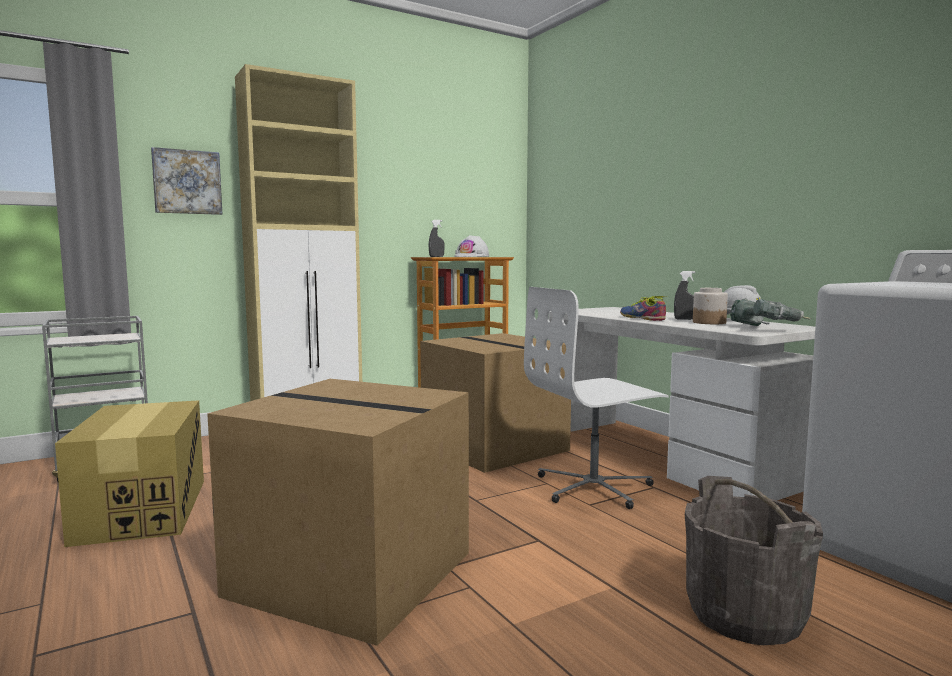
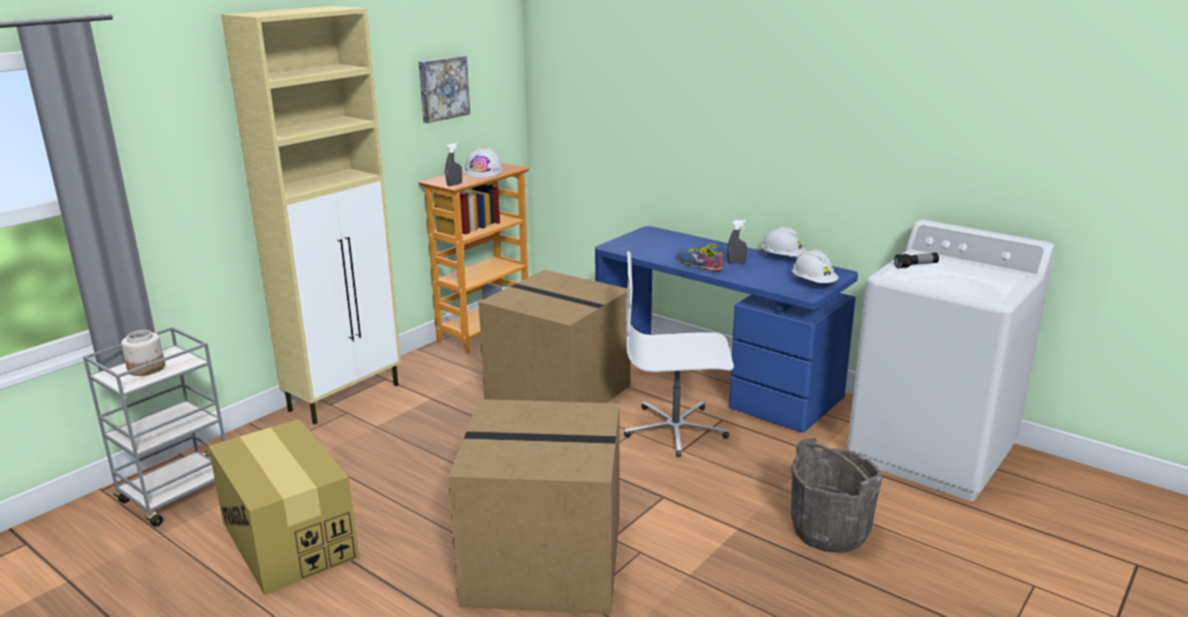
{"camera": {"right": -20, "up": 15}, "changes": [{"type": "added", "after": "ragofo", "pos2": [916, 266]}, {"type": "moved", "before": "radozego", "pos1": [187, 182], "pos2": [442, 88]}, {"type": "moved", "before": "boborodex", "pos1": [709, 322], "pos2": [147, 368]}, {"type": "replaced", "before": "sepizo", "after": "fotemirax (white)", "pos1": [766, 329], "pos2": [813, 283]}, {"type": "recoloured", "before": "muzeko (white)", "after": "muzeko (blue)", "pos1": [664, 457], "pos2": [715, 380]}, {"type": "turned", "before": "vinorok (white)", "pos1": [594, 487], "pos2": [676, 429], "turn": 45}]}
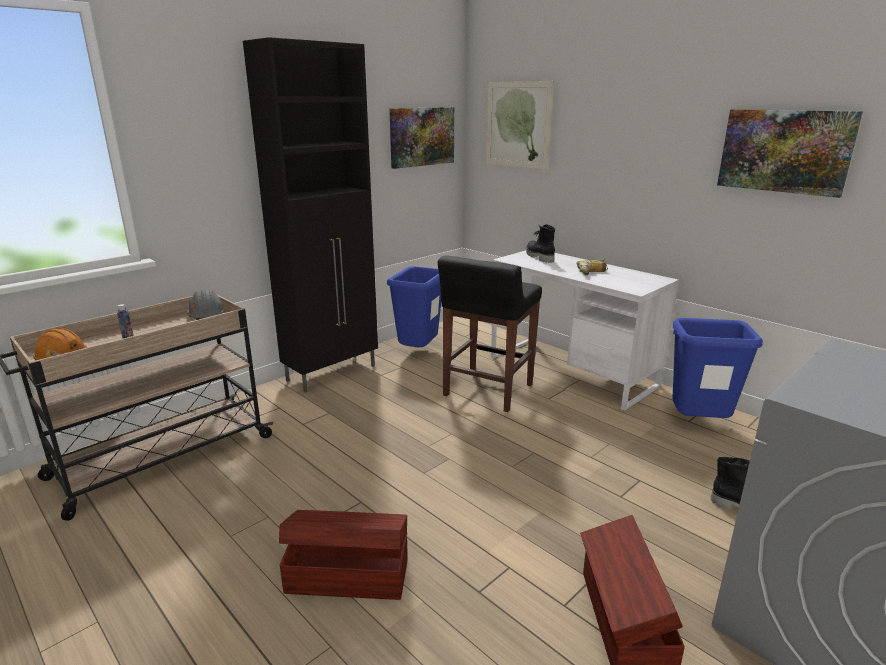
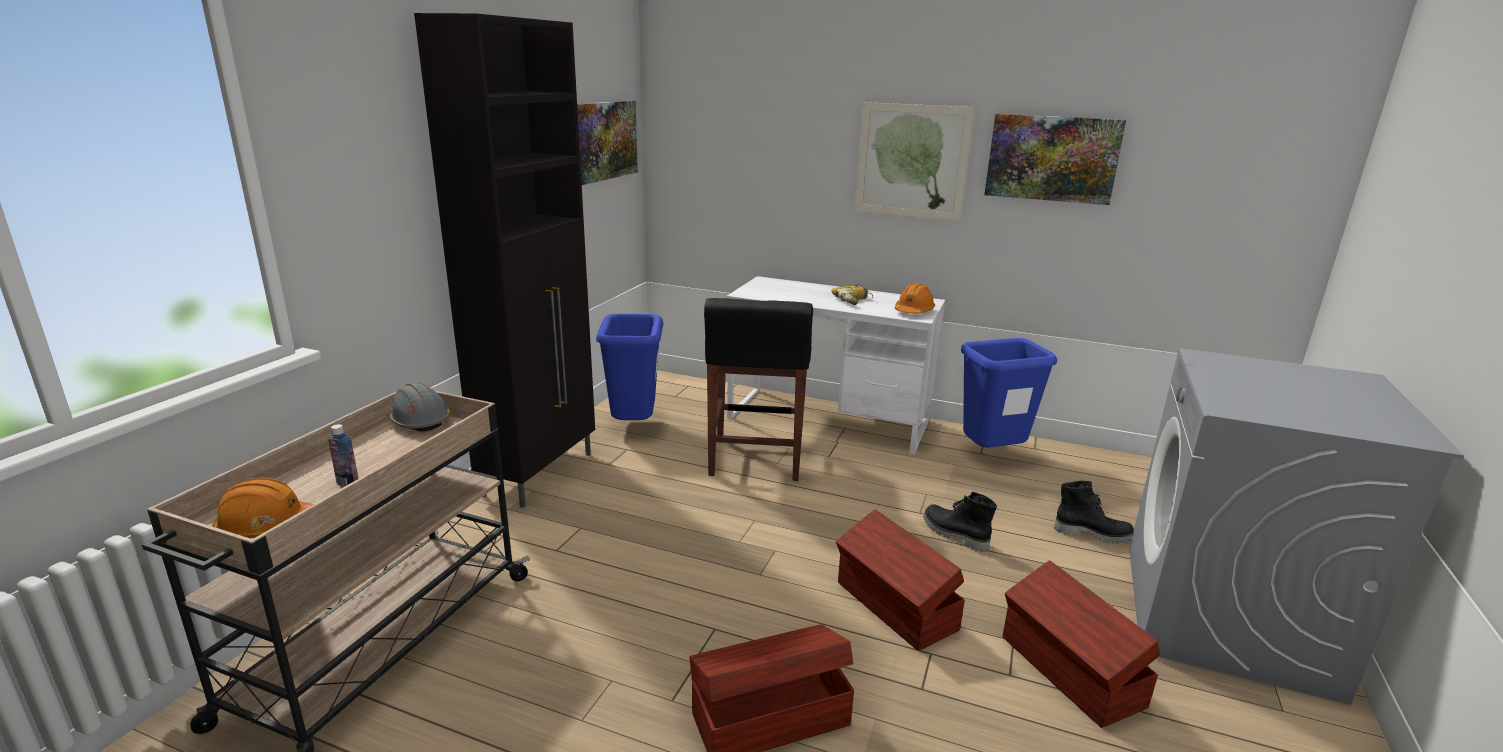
{"camera": {"right": -25, "up": 0}, "changes": [{"type": "added", "after": "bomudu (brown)", "pos2": [895, 607]}, {"type": "added", "after": "fotemirax (orange)", "pos2": [913, 311]}, {"type": "moved", "before": "radozego", "pos1": [518, 125], "pos2": [912, 161]}, {"type": "moved", "before": "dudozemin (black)", "pos1": [538, 257], "pos2": [954, 535]}]}
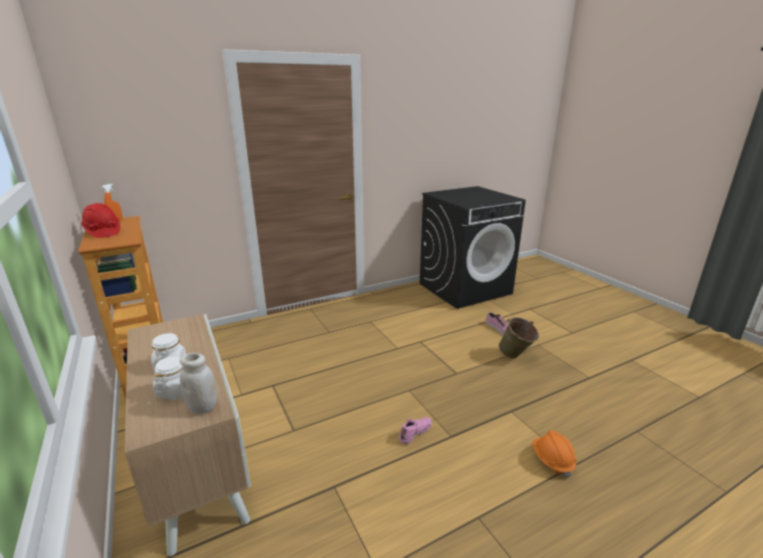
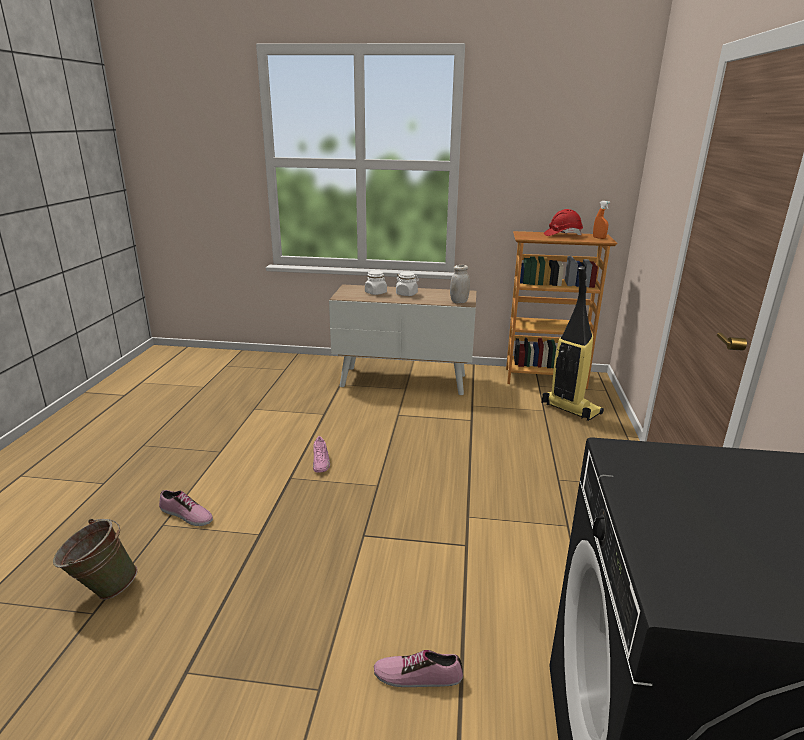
{"camera": {"right": 125, "up": 0}, "changes": [{"type": "added", "after": "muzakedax", "pos2": [570, 409]}, {"type": "moved", "before": "boborodex (white)", "pos1": [203, 407], "pos2": [459, 302]}, {"type": "moved", "before": "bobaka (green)", "pos1": [516, 356], "pos2": [102, 589]}, {"type": "replaced", "before": "fotemirax (orange)", "after": "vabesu", "pos1": [552, 460], "pos2": [186, 515]}]}
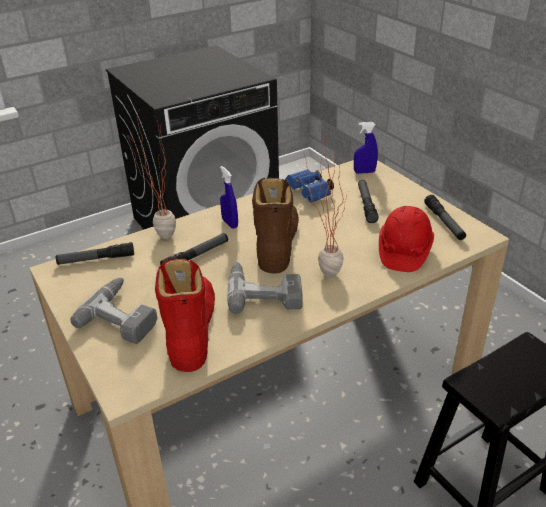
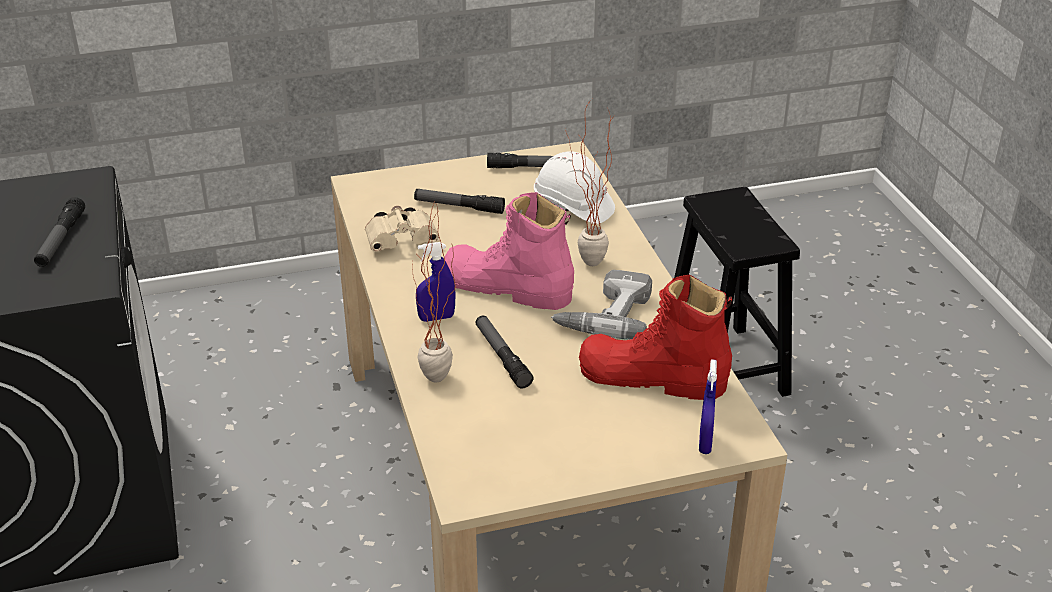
{"camera": {"right": -75, "up": 0}, "changes": [{"type": "removed", "before": "sepizo", "pos1": [124, 315]}, {"type": "moved", "before": "ragofo", "pos1": [96, 259], "pos2": [61, 239]}, {"type": "moved", "before": "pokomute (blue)", "pos1": [364, 172], "pos2": [705, 443]}, {"type": "recoloured", "before": "dudozemin (brown)", "after": "dudozemin (pink)", "pos1": [277, 243], "pos2": [507, 287]}, {"type": "recoloured", "before": "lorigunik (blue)", "after": "lorigunik (beige)", "pos1": [310, 194], "pos2": [403, 241]}, {"type": "recoloured", "before": "fotemirax (red)", "after": "fotemirax (white)", "pos1": [403, 251], "pos2": [573, 206]}]}
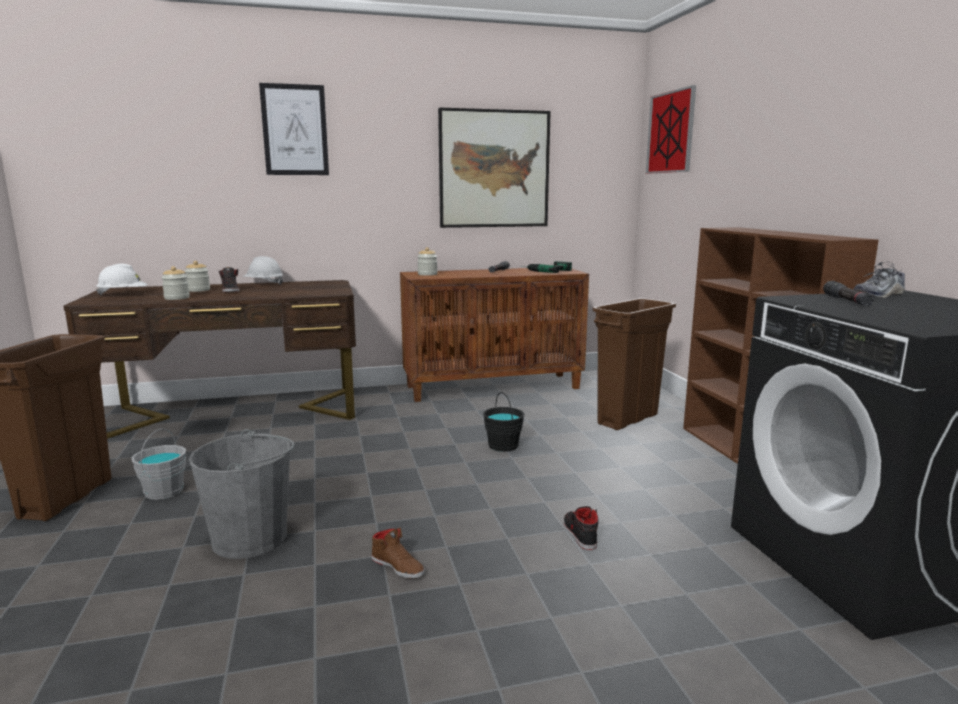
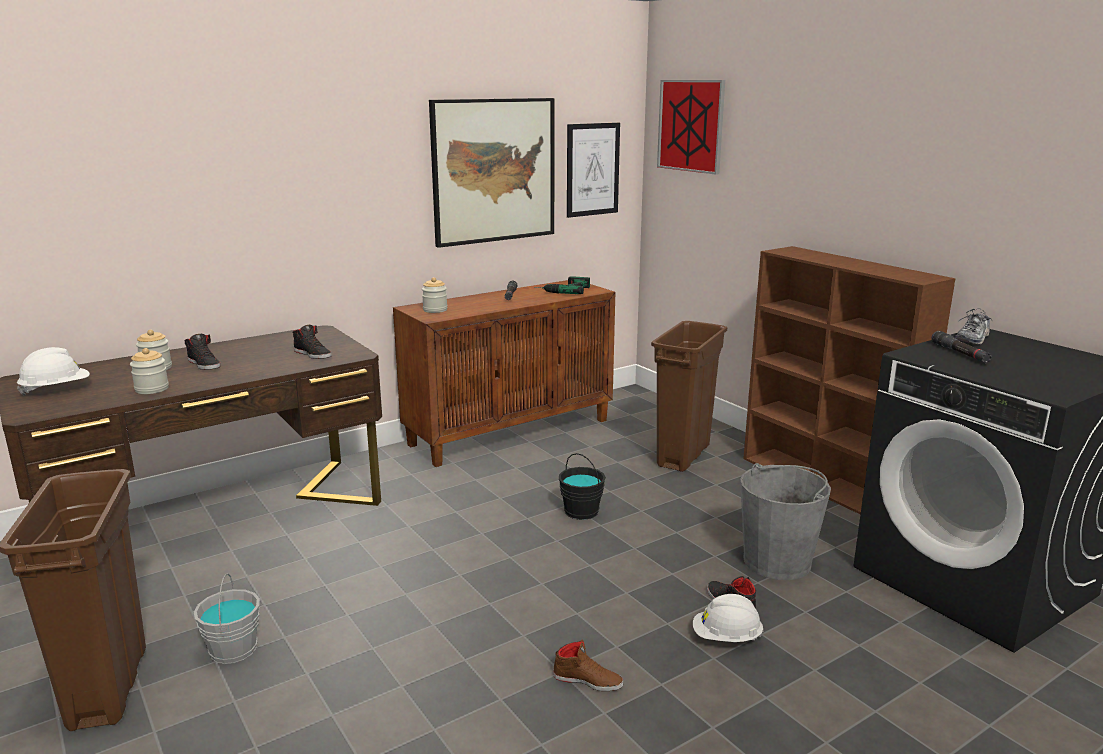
{"camera": {"right": -20, "up": 5}, "changes": [{"type": "added", "after": "vabesu (black)", "pos2": [313, 354]}, {"type": "moved", "before": "bobaka (grey)", "pos1": [250, 538], "pos2": [777, 561]}, {"type": "moved", "before": "fotemirax (white)", "pos1": [264, 284], "pos2": [726, 638]}, {"type": "moved", "before": "radozego", "pos1": [295, 130], "pos2": [592, 169]}]}
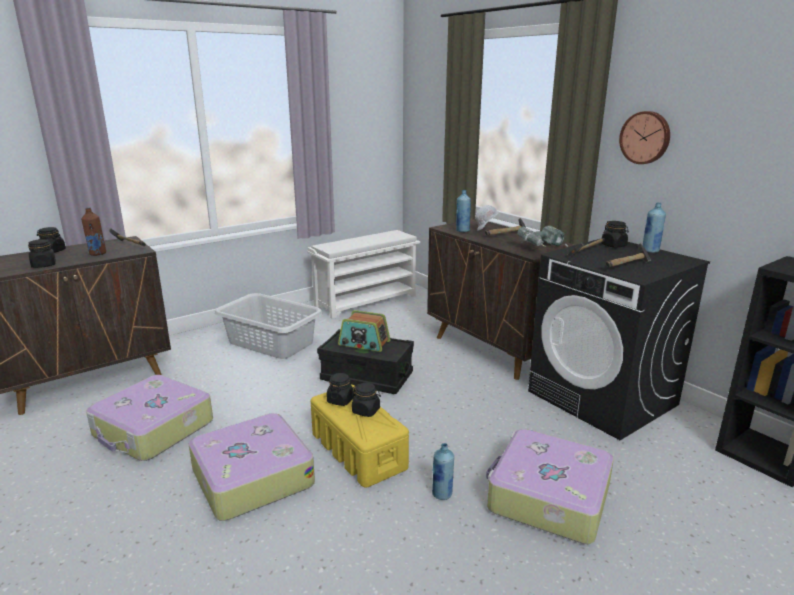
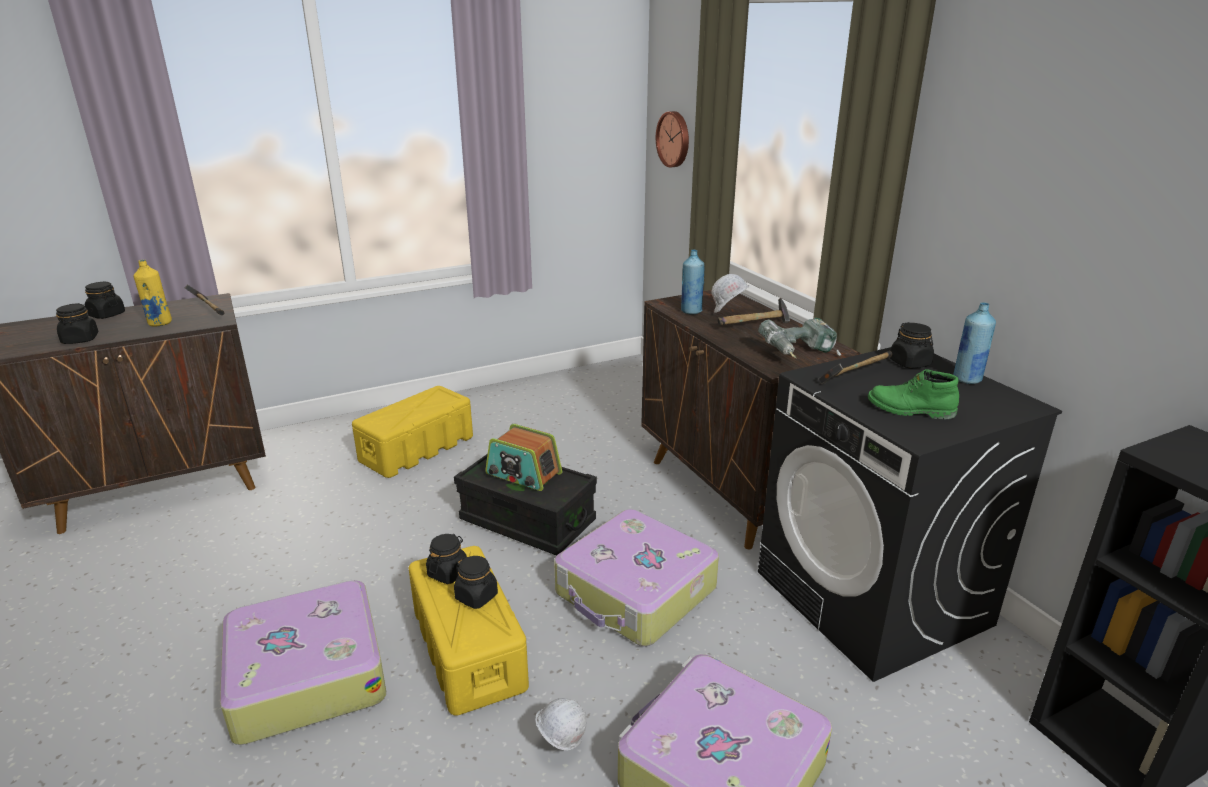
{"camera": {"right": 10, "up": 5}, "changes": [{"type": "removed", "before": "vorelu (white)", "pos1": [366, 301]}, {"type": "moved", "before": "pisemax", "pos1": [153, 429], "pos2": [635, 592]}, {"type": "moved", "before": "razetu", "pos1": [645, 137], "pos2": [674, 139]}, {"type": "replaced", "before": "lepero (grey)", "after": "bomudu (yellow)", "pos1": [271, 342], "pos2": [417, 448]}, {"type": "replaced", "before": "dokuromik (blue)", "after": "fotemirax (white)", "pos1": [442, 494], "pos2": [561, 744]}, {"type": "replaced", "before": "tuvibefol", "after": "dudozemin (green)", "pos1": [627, 266], "pos2": [910, 410]}, {"type": "recoloured", "before": "dokuromik (brown)", "after": "dokuromik (yellow)", "pos1": [97, 254], "pos2": [159, 323]}]}
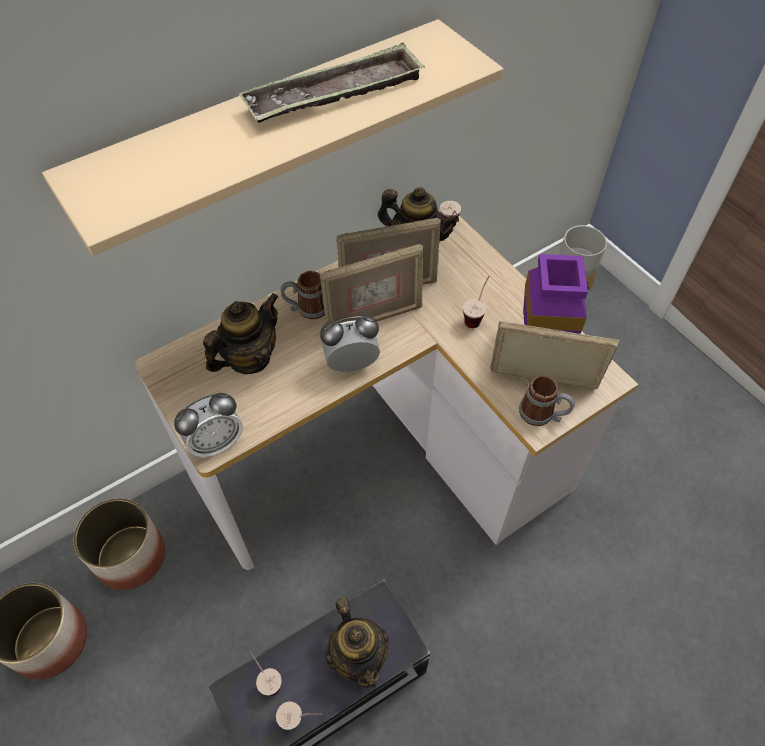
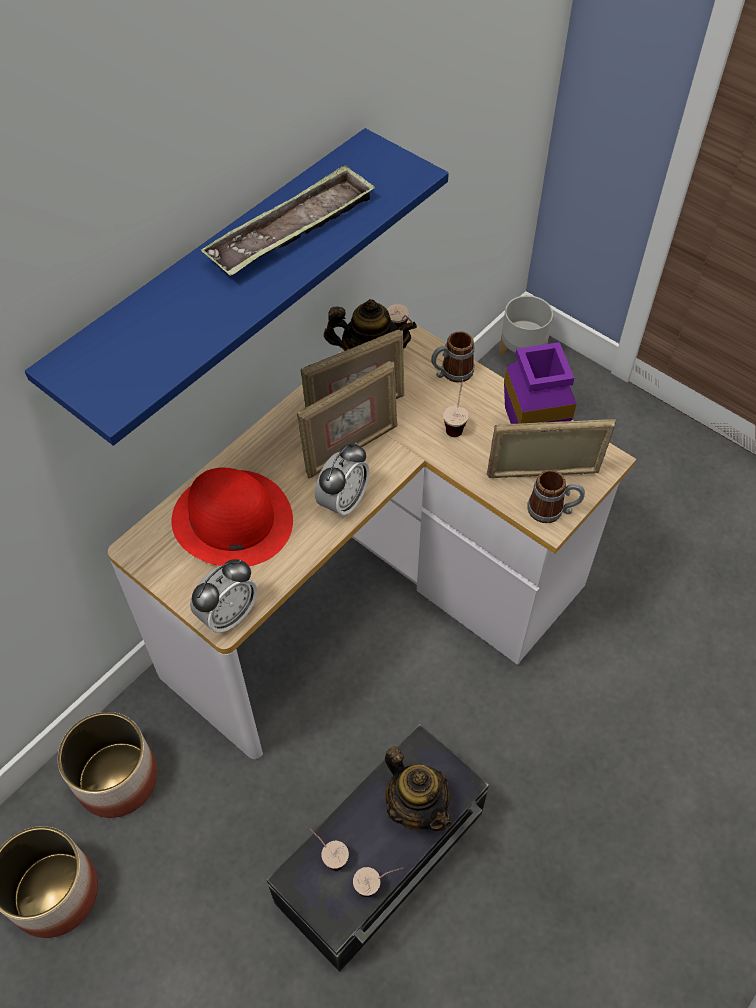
{"camera": {"right": -15, "up": 0}, "changes": [{"type": "moved", "before": "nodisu", "pos1": [306, 309], "pos2": [451, 373]}, {"type": "replaced", "before": "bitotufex", "after": "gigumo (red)", "pos1": [249, 358], "pos2": [231, 519]}, {"type": "recoloured", "before": "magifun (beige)", "after": "magifun (blue)", "pos1": [265, 129], "pos2": [217, 275]}, {"type": "turned", "before": "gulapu", "pos1": [351, 364], "pos2": [343, 502], "turn": 150}]}
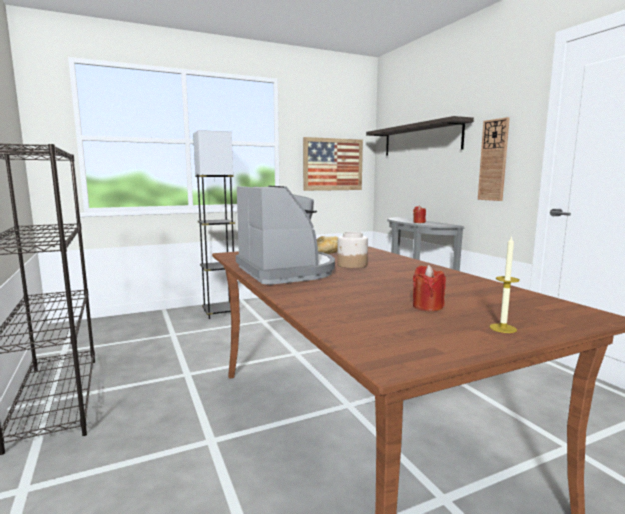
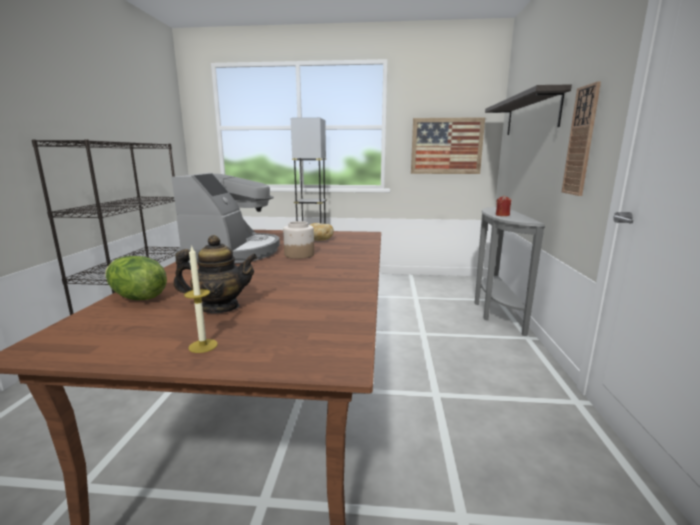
{"camera": {"right": 30, "up": 5}, "changes": [{"type": "added", "after": "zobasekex", "pos2": [137, 297]}, {"type": "replaced", "before": "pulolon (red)", "after": "bitotufex", "pos1": [427, 306], "pos2": [220, 307]}]}
